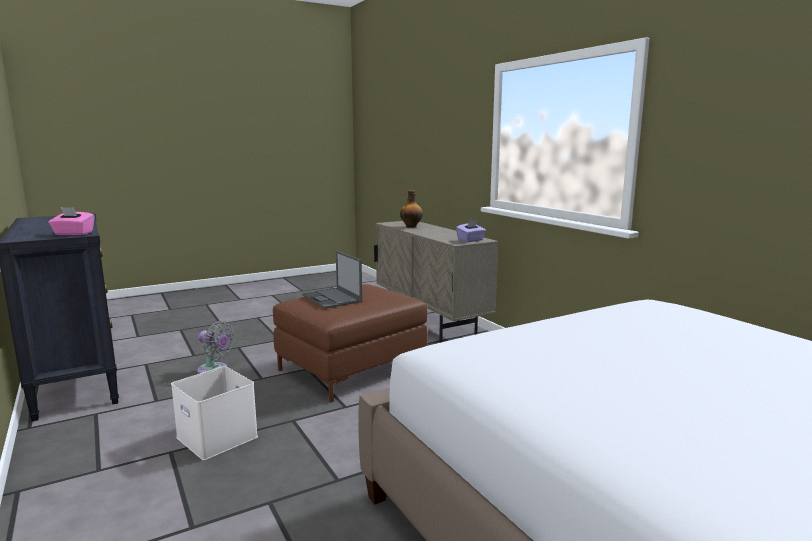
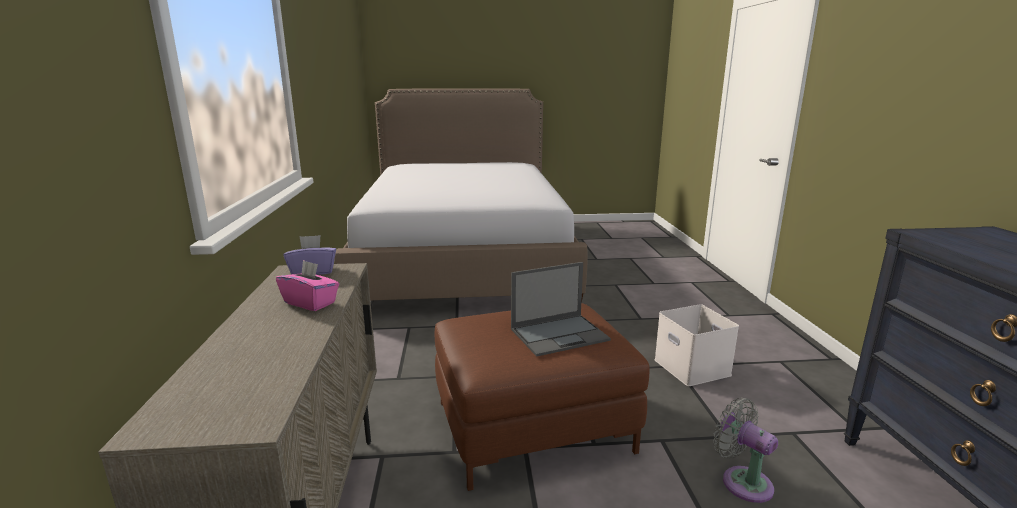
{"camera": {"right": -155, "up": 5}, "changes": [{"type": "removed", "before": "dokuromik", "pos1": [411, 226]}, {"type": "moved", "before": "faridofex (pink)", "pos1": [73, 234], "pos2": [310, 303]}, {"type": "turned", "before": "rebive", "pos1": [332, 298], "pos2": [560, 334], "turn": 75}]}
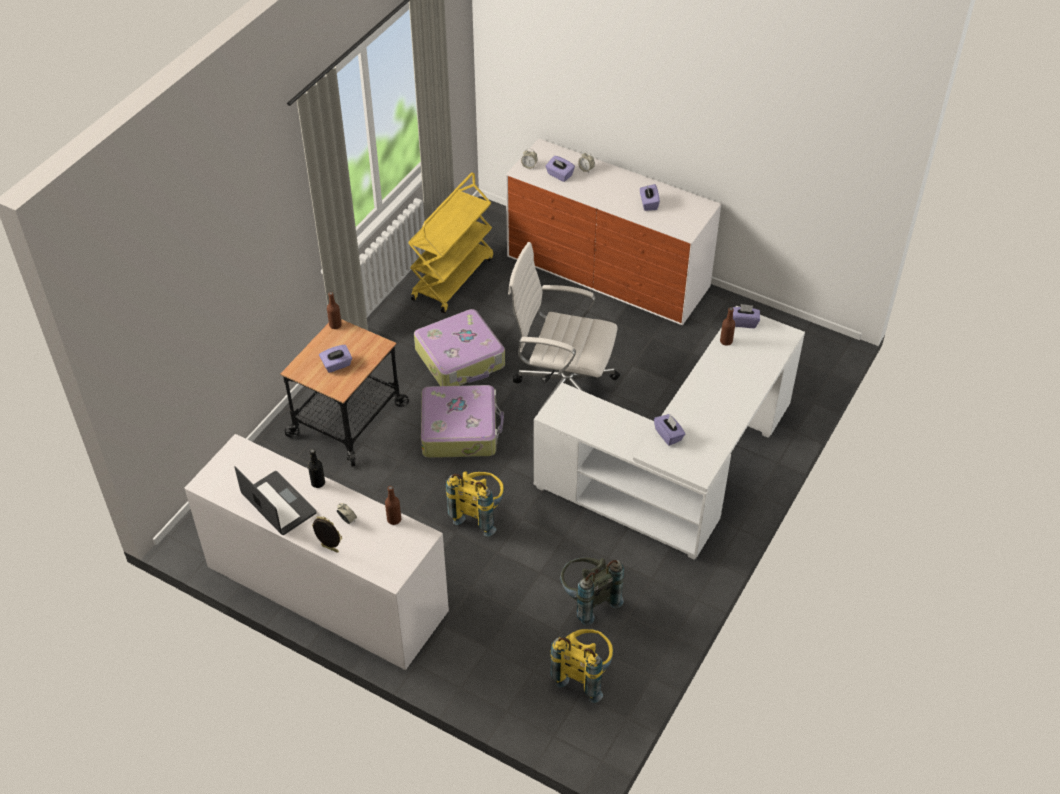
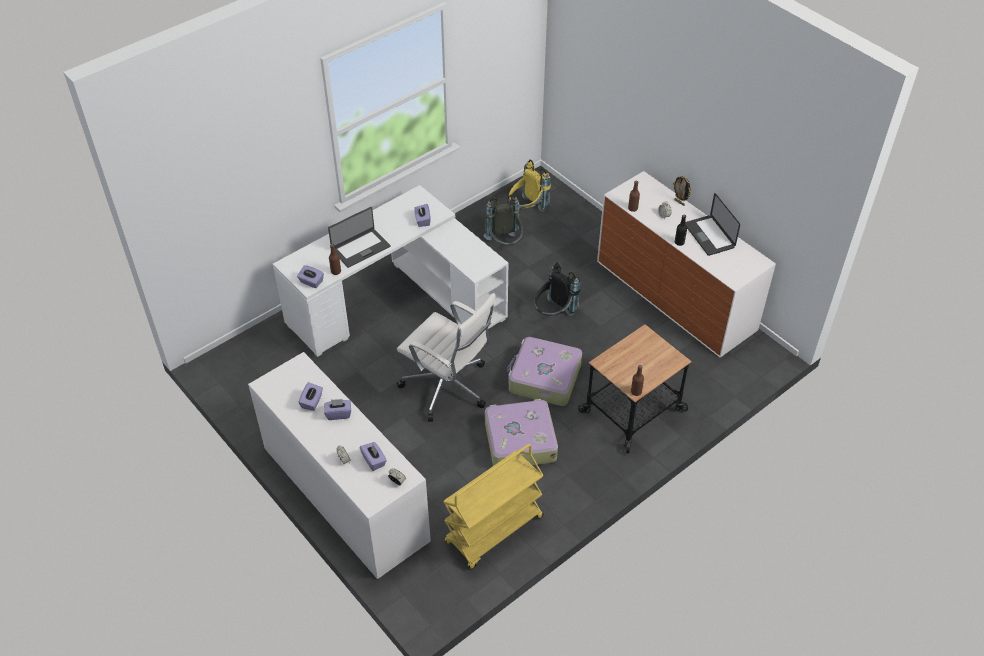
{"camera": {"right": -160, "up": 0}, "changes": [{"type": "added", "after": "rebive", "pos2": [360, 248]}, {"type": "moved", "before": "faridofex (purple)", "pos1": [337, 365], "pos2": [338, 414]}, {"type": "recoloured", "before": "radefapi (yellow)", "after": "radefapi (black)", "pos1": [479, 513], "pos2": [554, 314]}]}
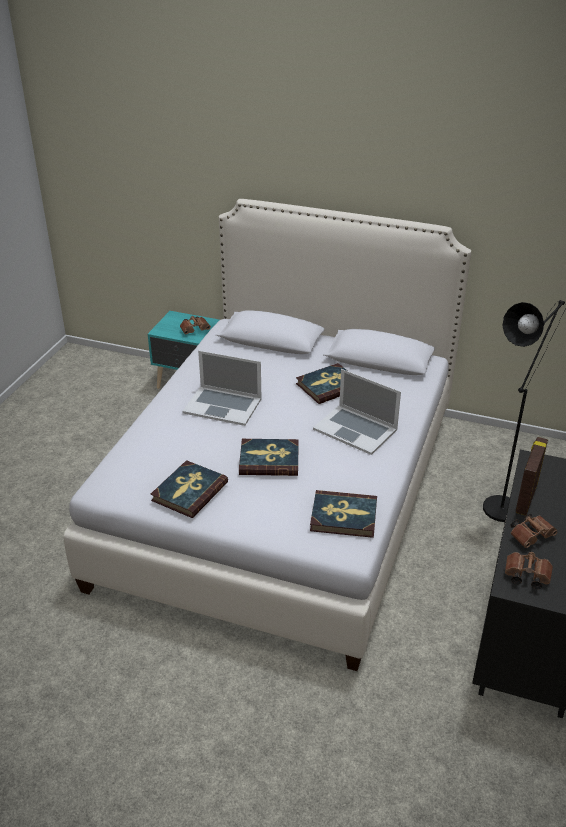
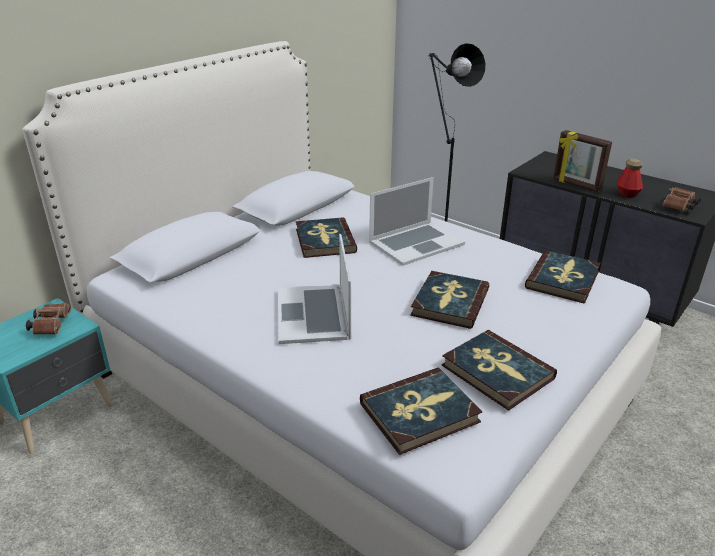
{"camera": {"right": -70, "up": -5}, "changes": [{"type": "added", "after": "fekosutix", "pos2": [419, 413]}, {"type": "replaced", "before": "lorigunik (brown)", "after": "dokuromik", "pos1": [531, 536], "pos2": [627, 194]}, {"type": "turned", "before": "rebive", "pos1": [223, 405], "pos2": [313, 314], "turn": 135}]}
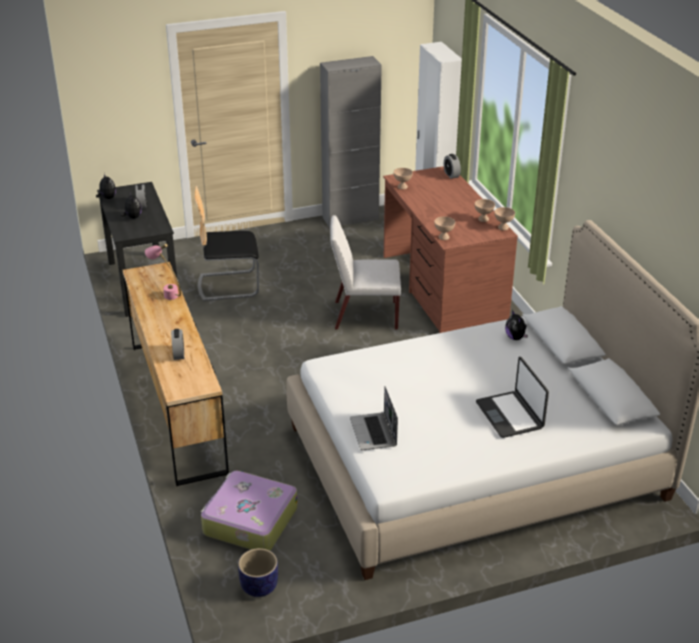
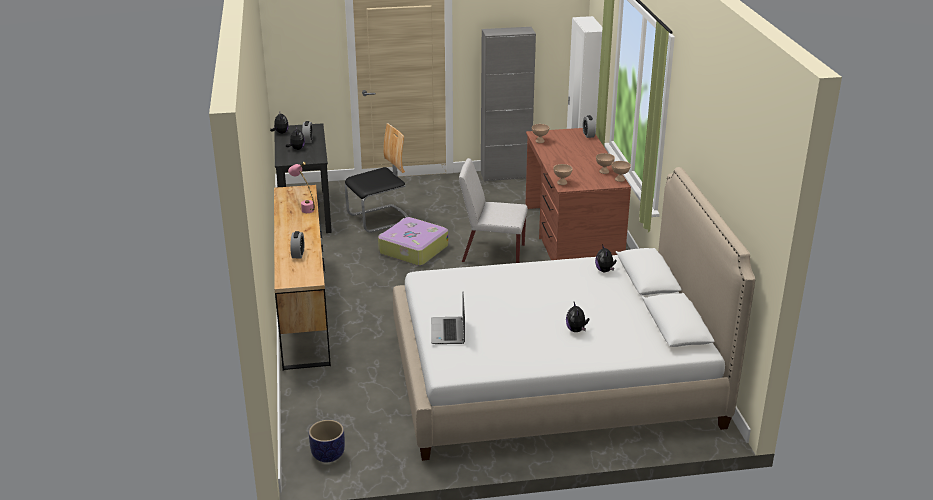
{"camera": {"right": 10, "up": -5}, "changes": [{"type": "moved", "before": "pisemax", "pos1": [249, 521], "pos2": [412, 250]}, {"type": "replaced", "before": "rebive", "after": "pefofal", "pos1": [510, 415], "pos2": [576, 330]}, {"type": "turned", "before": "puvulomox", "pos1": [228, 285], "pos2": [379, 219], "turn": 150}]}
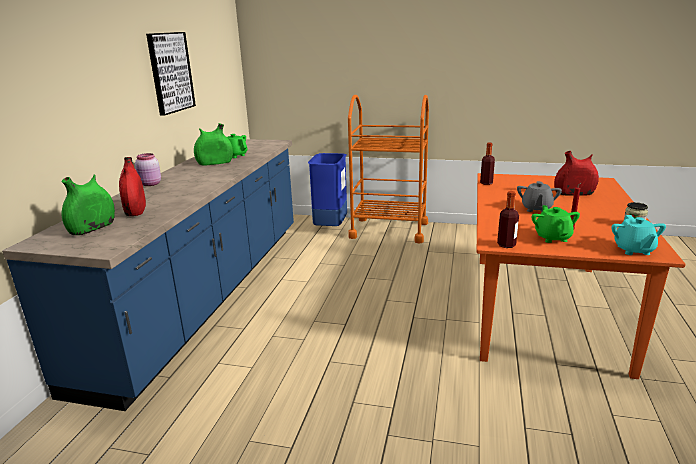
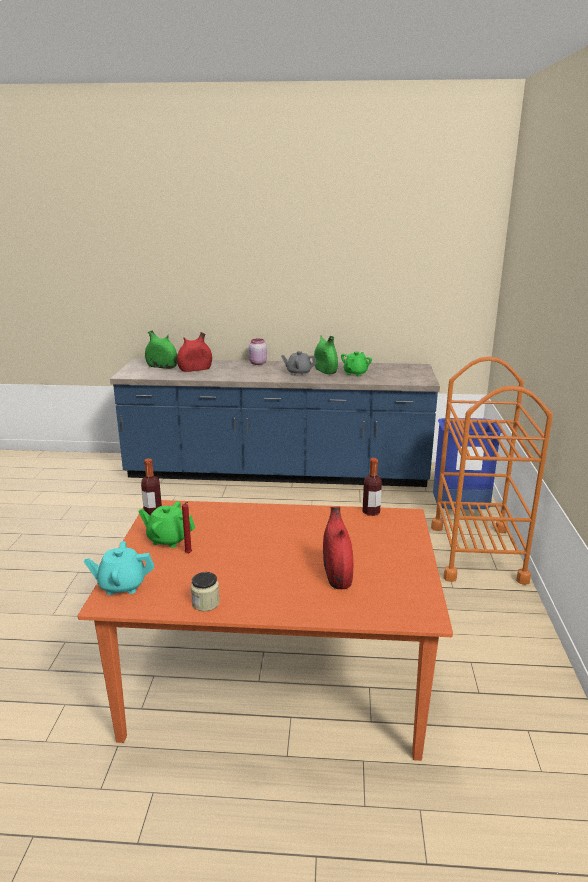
{"camera": {"right": 80, "up": 0}, "changes": [{"type": "removed", "before": "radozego", "pos1": [170, 72]}, {"type": "moved", "before": "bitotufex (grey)", "pos1": [536, 209], "pos2": [298, 373]}, {"type": "turned", "before": "bitotufex (green)", "pos1": [552, 237], "pos2": [168, 539], "turn": -150}]}
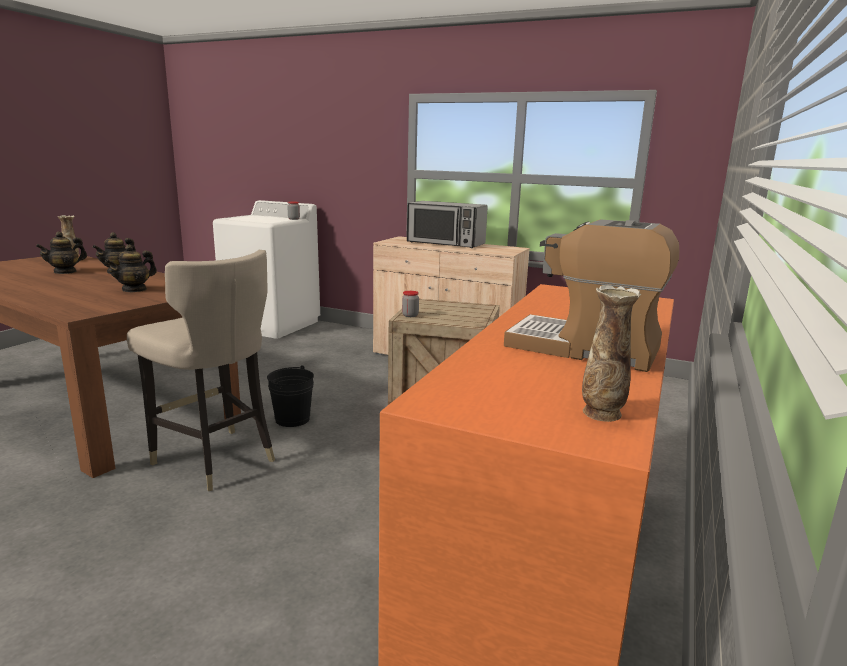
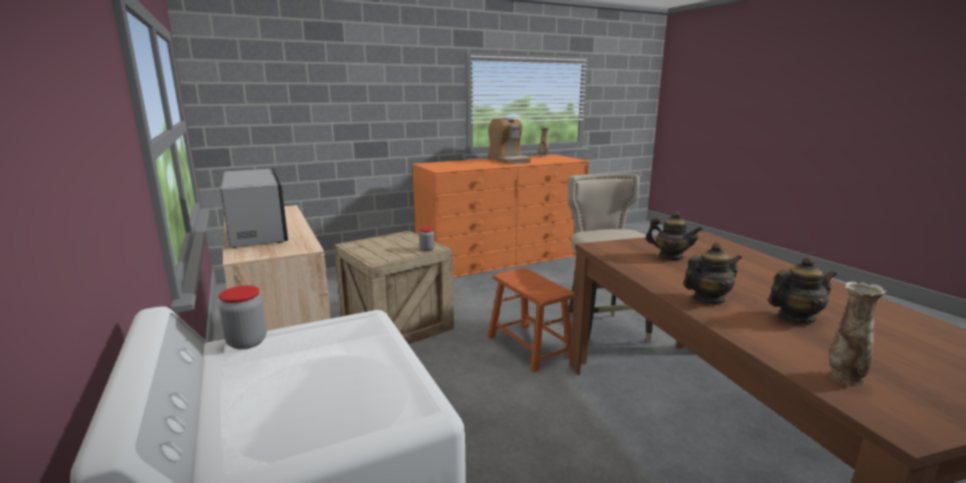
{"camera": {"right": -140, "up": 0}, "changes": [{"type": "replaced", "before": "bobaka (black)", "after": "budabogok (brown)", "pos1": [292, 419], "pos2": [529, 346]}, {"type": "turned", "before": "bitotufex", "pos1": [134, 289], "pos2": [670, 257], "turn": 45}]}
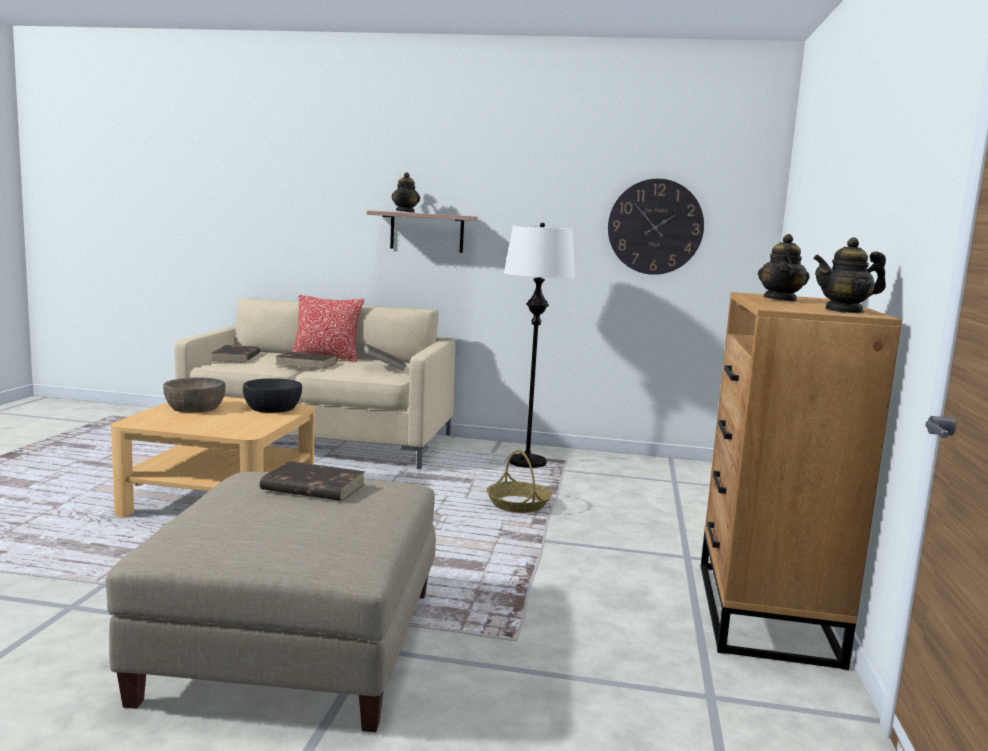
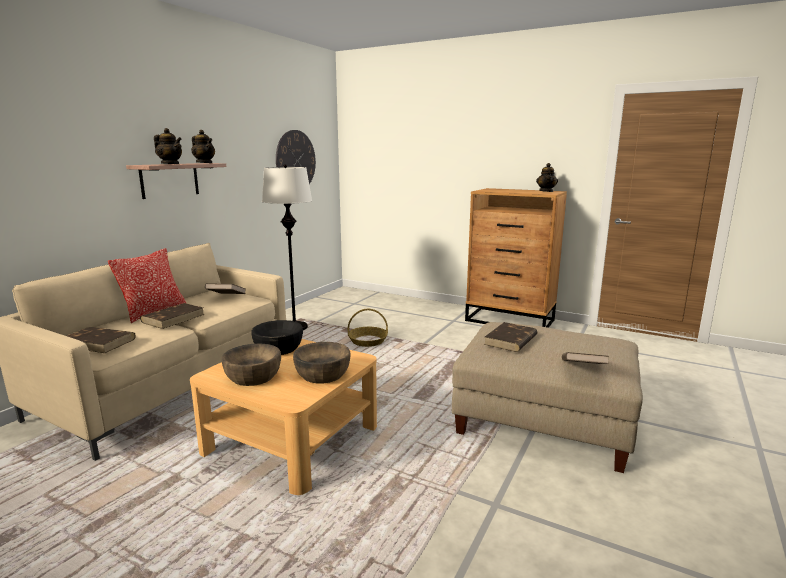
{"camera": {"right": -70, "up": 5}, "changes": [{"type": "added", "after": "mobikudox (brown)", "pos2": [322, 374]}, {"type": "added", "after": "fekosutix (brown)", "pos2": [582, 370]}, {"type": "moved", "before": "bitotufex", "pos1": [781, 299], "pos2": [204, 163]}]}
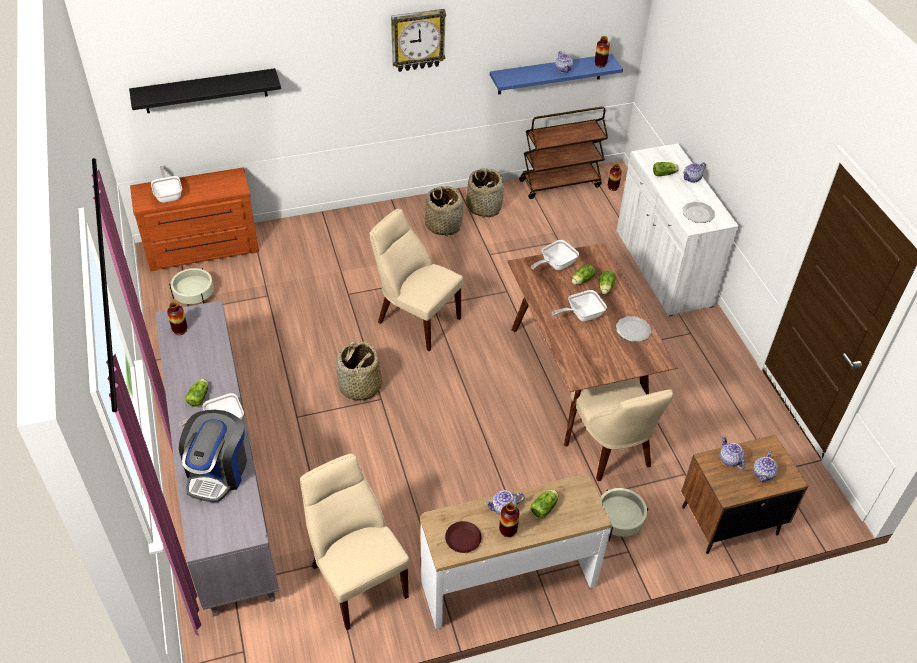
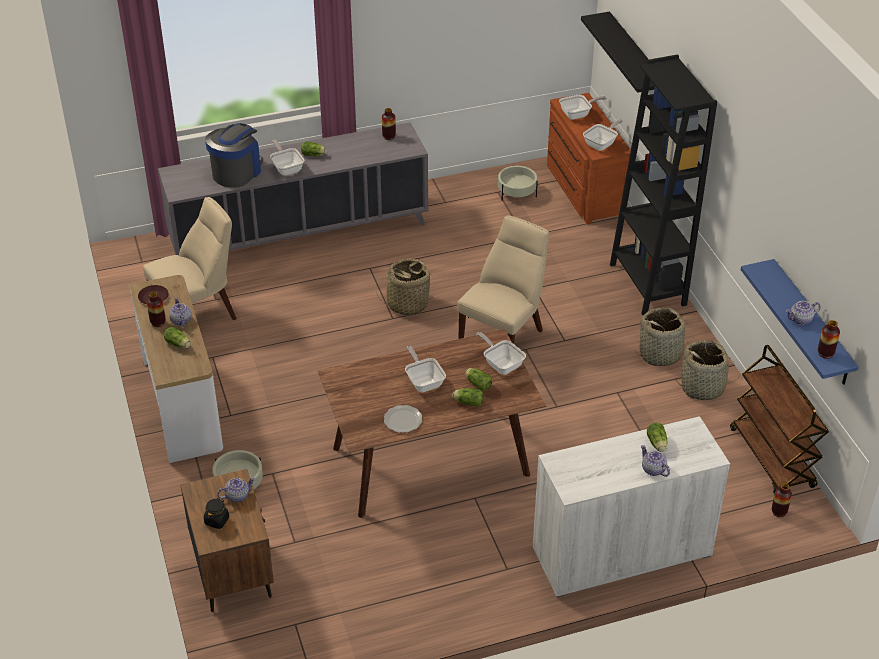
{"camera": {"right": 90, "up": -5}, "changes": [{"type": "removed", "before": "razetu", "pos1": [417, 39]}, {"type": "removed", "before": "puvulomox (beige)", "pos1": [610, 449]}, {"type": "removed", "before": "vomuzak", "pos1": [698, 213]}, {"type": "added", "after": "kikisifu", "pos2": [602, 144]}, {"type": "added", "after": "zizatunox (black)", "pos2": [647, 284]}, {"type": "replaced", "before": "bitotufex", "after": "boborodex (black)", "pos1": [763, 474], "pos2": [217, 520]}, {"type": "turned", "before": "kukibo", "pos1": [218, 472], "pos2": [237, 172], "turn": 105}]}
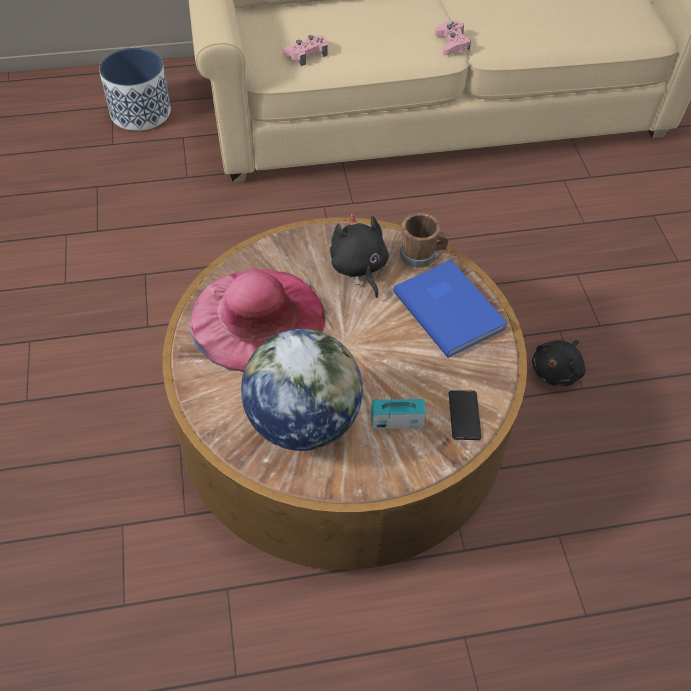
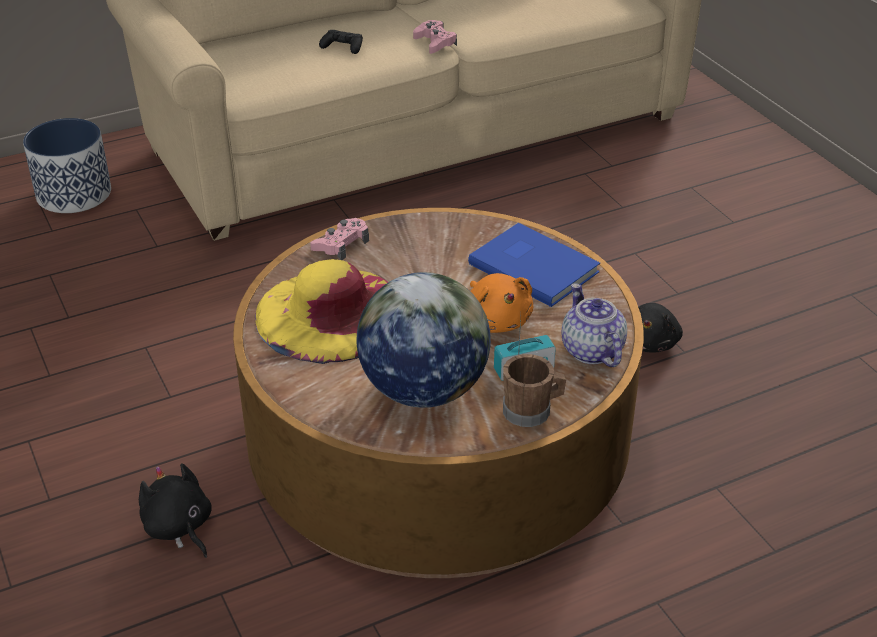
{"camera": {"right": -15, "up": -15}, "changes": [{"type": "added", "after": "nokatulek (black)", "pos2": [342, 47]}, {"type": "added", "after": "pefofal (orange)", "pos2": [496, 320]}, {"type": "moved", "before": "nokatulek (pink)", "pos1": [306, 54], "pos2": [341, 244]}, {"type": "moved", "before": "pefofal (black)", "pos1": [359, 268], "pos2": [179, 528]}, {"type": "moved", "before": "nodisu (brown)", "pos1": [422, 255], "pos2": [532, 411]}, {"type": "replaced", "before": "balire", "after": "bitotufex", "pos1": [464, 415], "pos2": [591, 350]}, {"type": "recoloured", "before": "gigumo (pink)", "after": "gigumo (yellow)", "pos1": [257, 318], "pos2": [332, 314]}]}
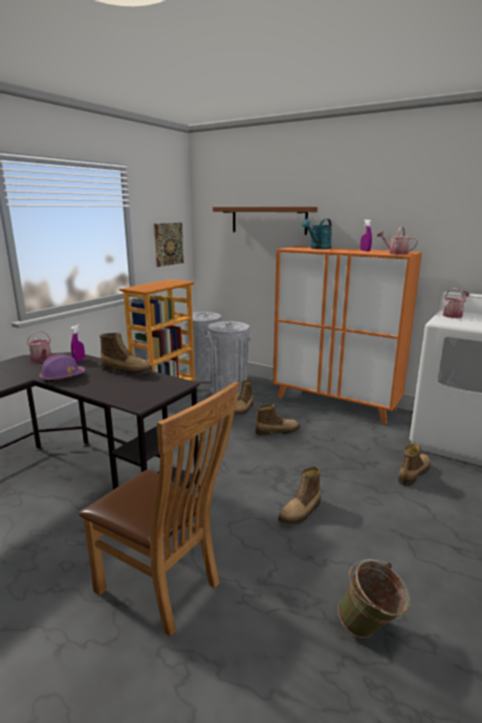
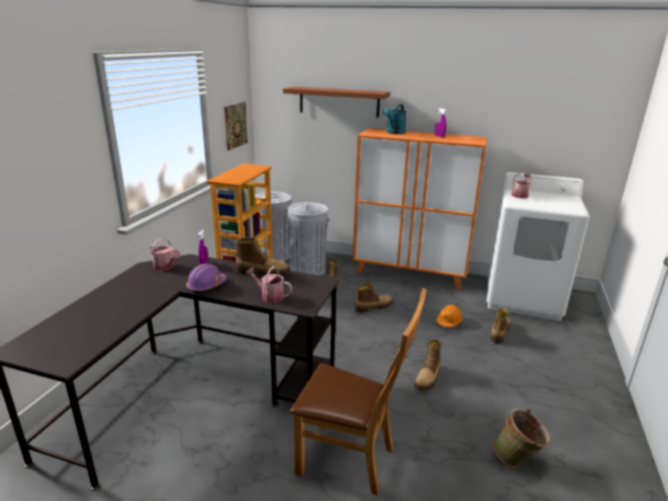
{"camera": {"right": -15, "up": 5}, "changes": [{"type": "added", "after": "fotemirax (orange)", "pos2": [449, 321]}, {"type": "moved", "before": "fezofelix", "pos1": [395, 253], "pos2": [269, 296]}]}
